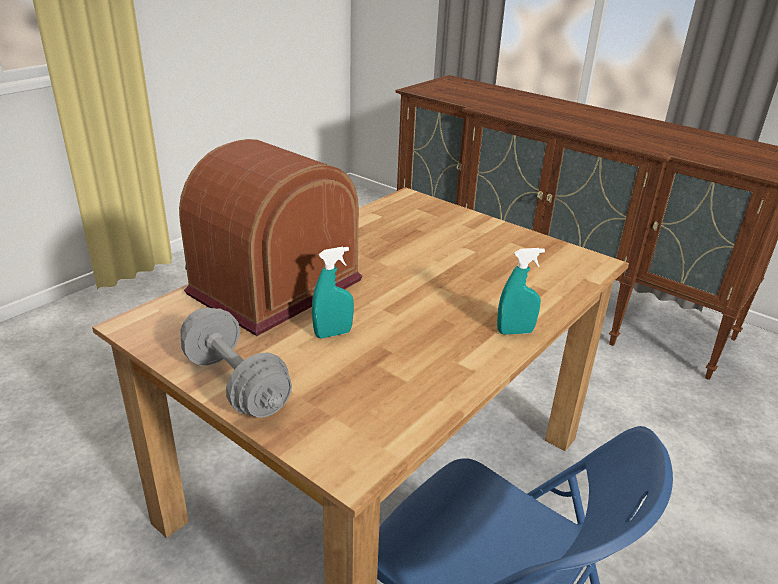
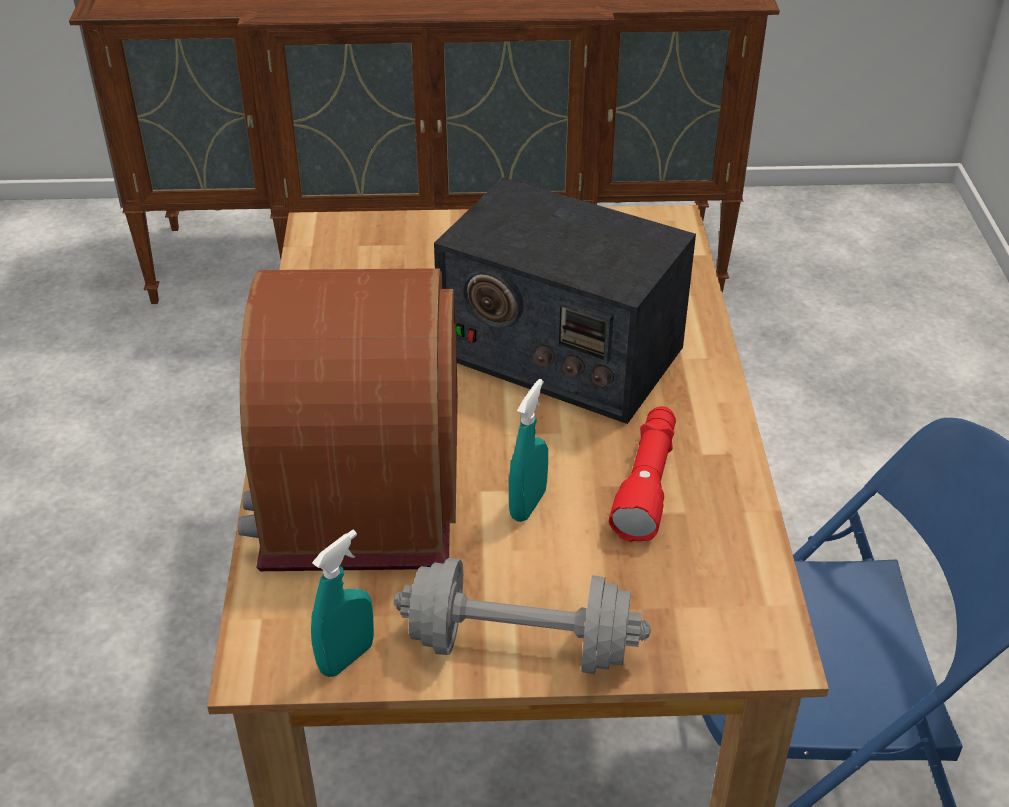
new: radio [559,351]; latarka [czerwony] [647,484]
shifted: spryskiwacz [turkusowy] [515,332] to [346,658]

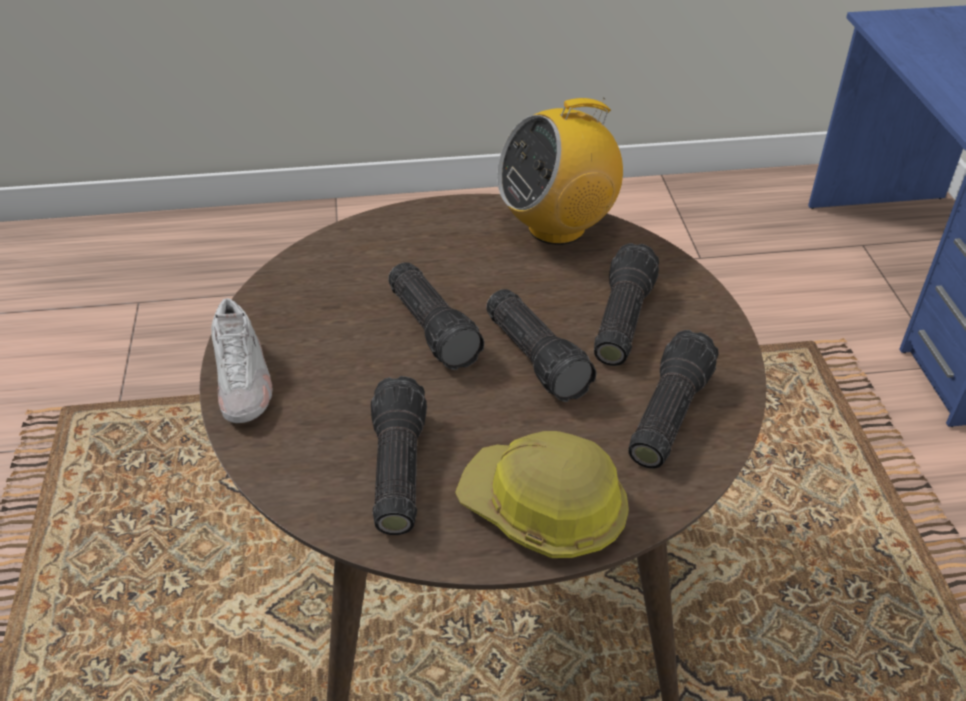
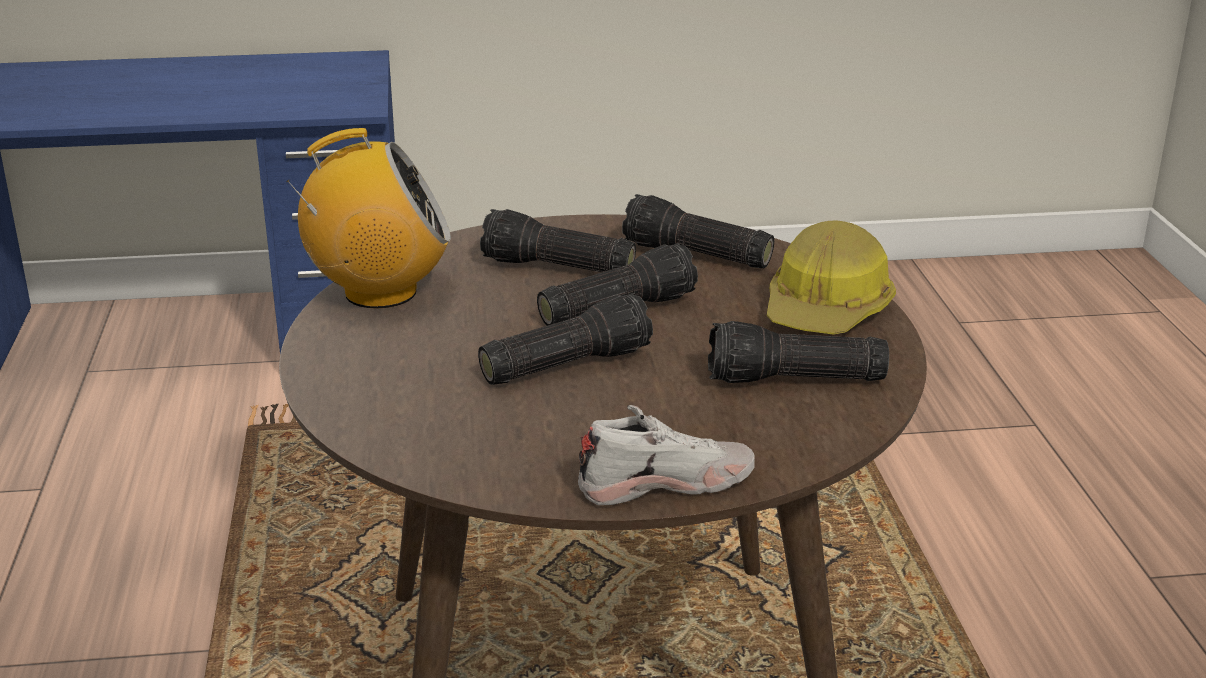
rotated: radio [557,227] = [379,293] 75 degrees counterclockwise

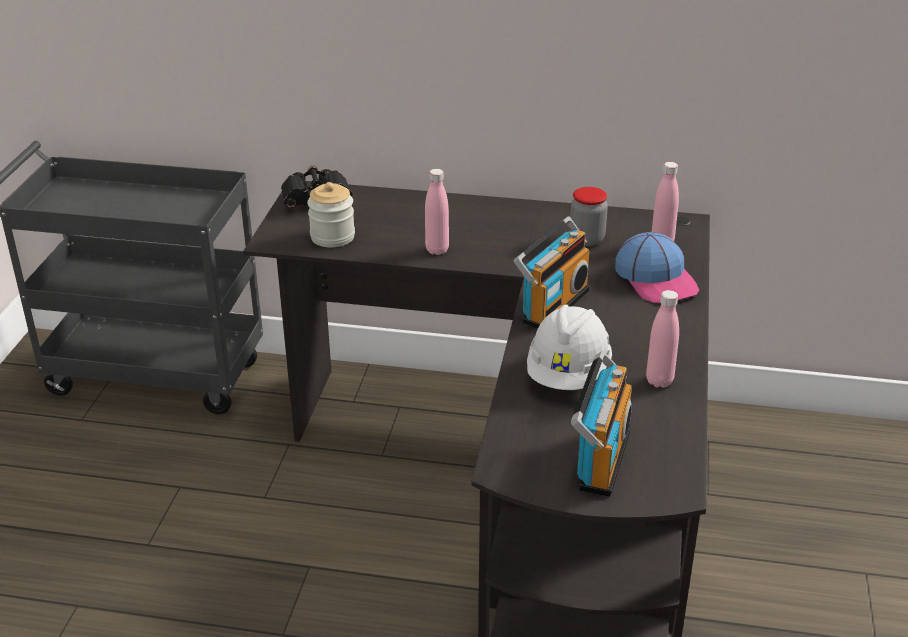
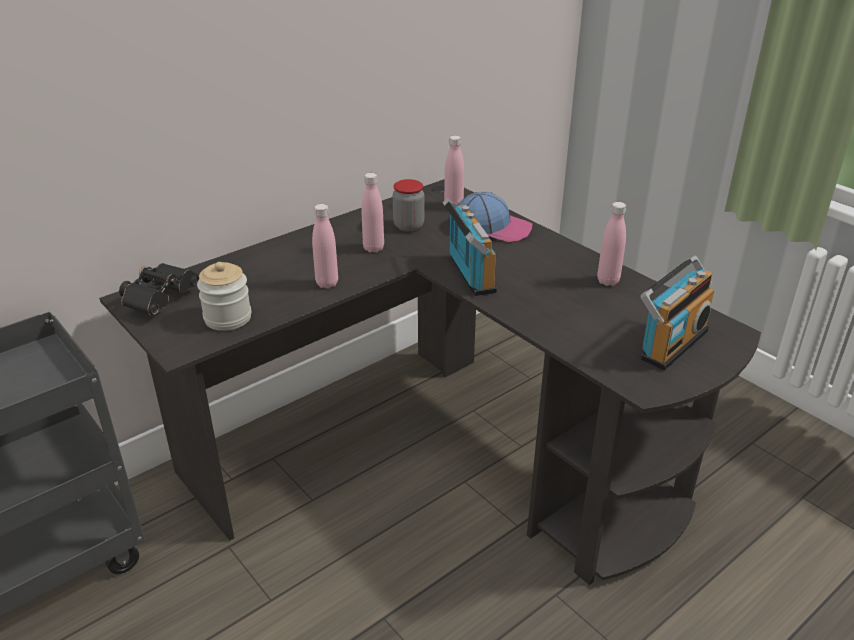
gone: kask [biały] [568,374]
new: butelka [różowy] [373,248]
rotated: radio [599,458] = [670,343] 75 degrees clockwise

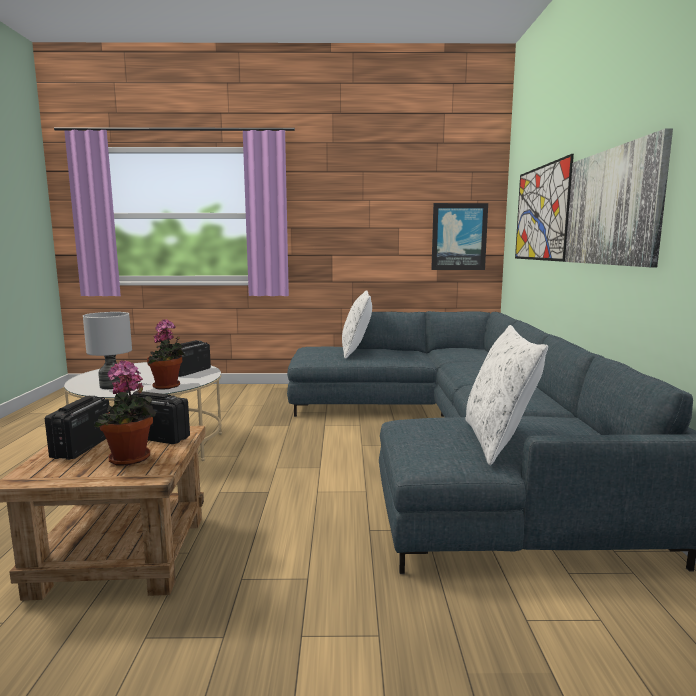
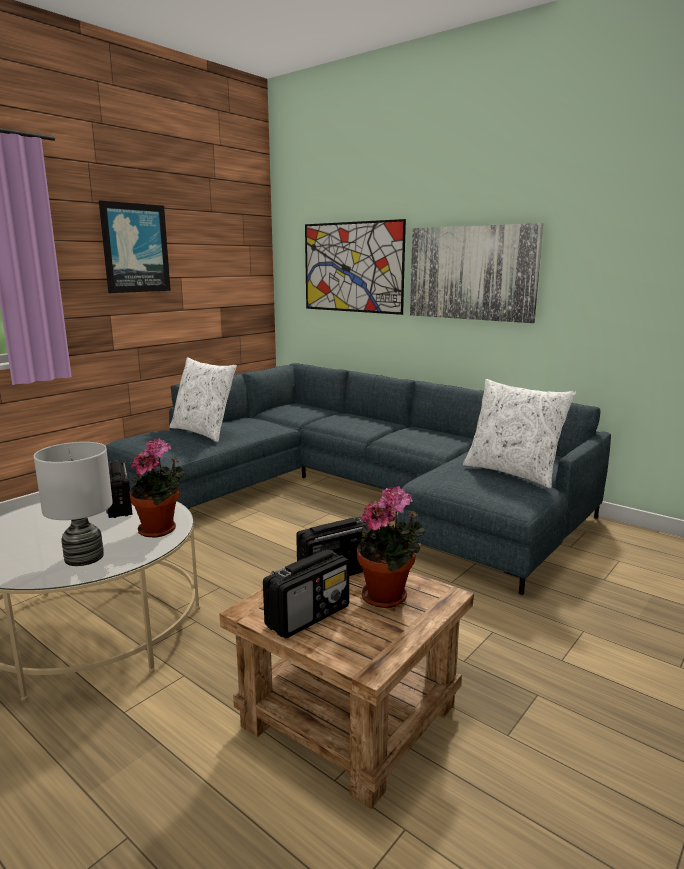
shifted: obraz [459,237] to [135,248]
rotated: radio [82,447] = [309,616] 90 degrees counterclockwise

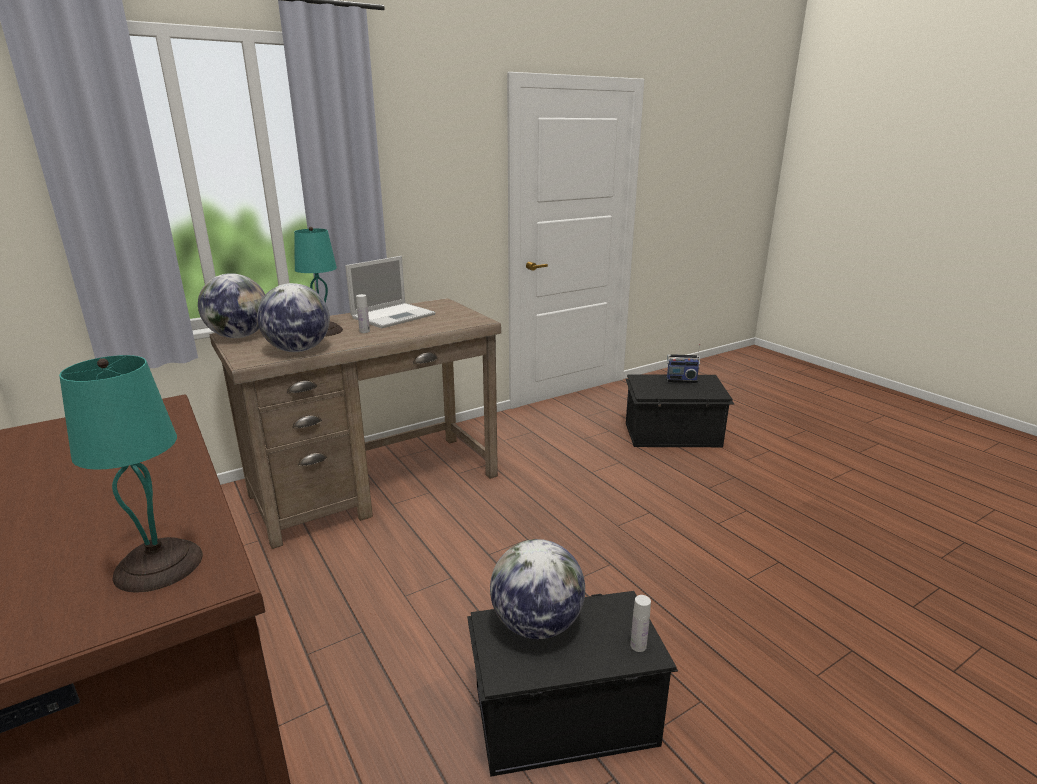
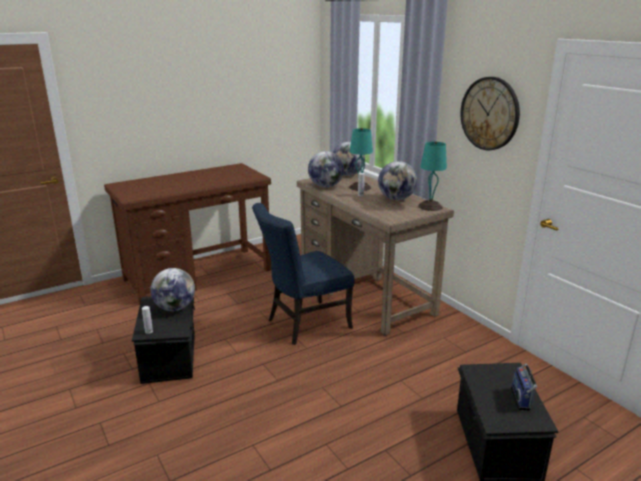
new: zegar ścienny [489,113]; krzesło [niebieski] [304,324]
shifted: lampa stołowa [turkusowy] [156,566] to [429,206]
swapped: laptop [394,316] to globus [396,199]

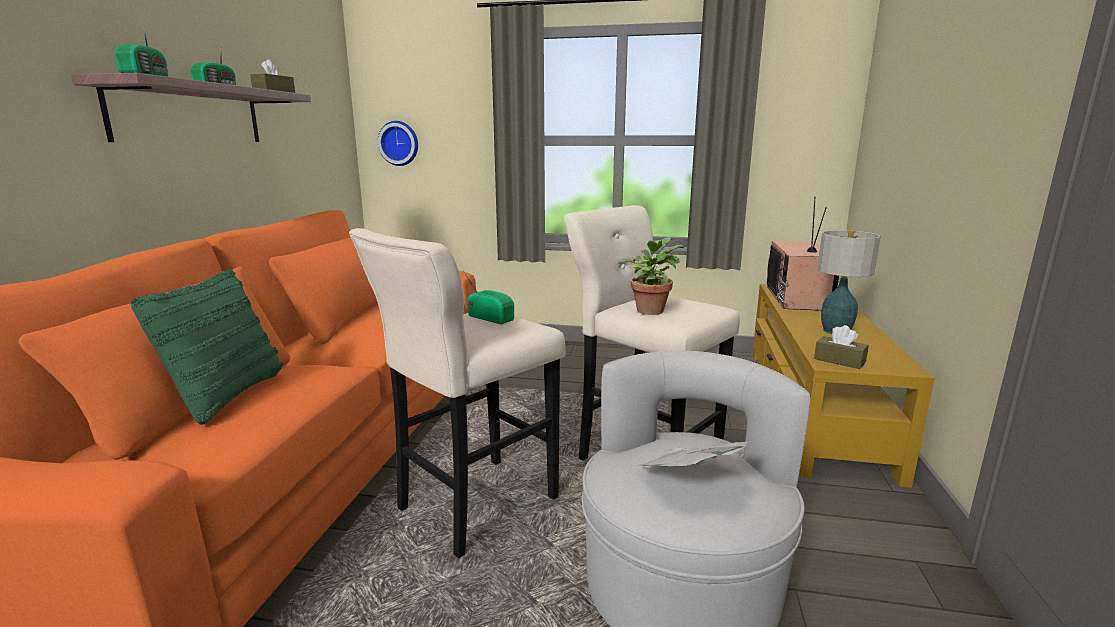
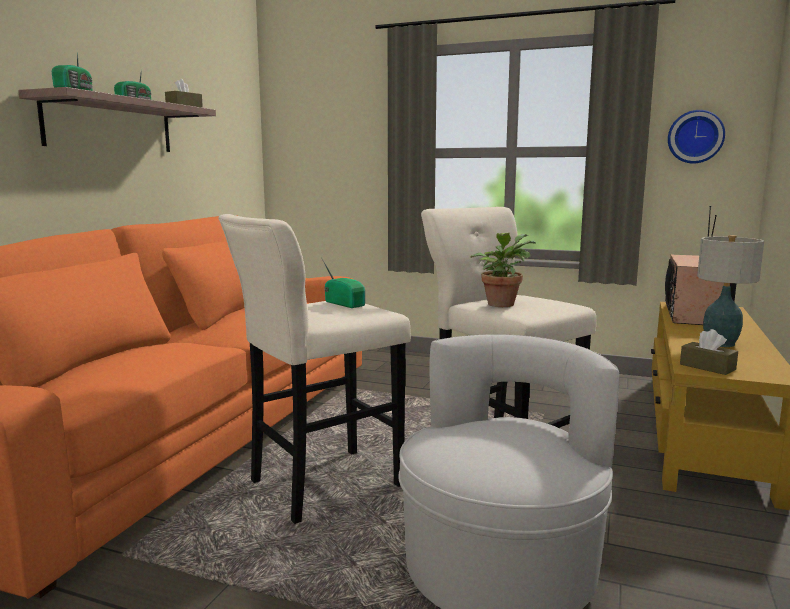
gone: poduszka [zielony] [227,396]; gazeta [692,479]
shifted: zegar ścienny [399,143] to [695,137]

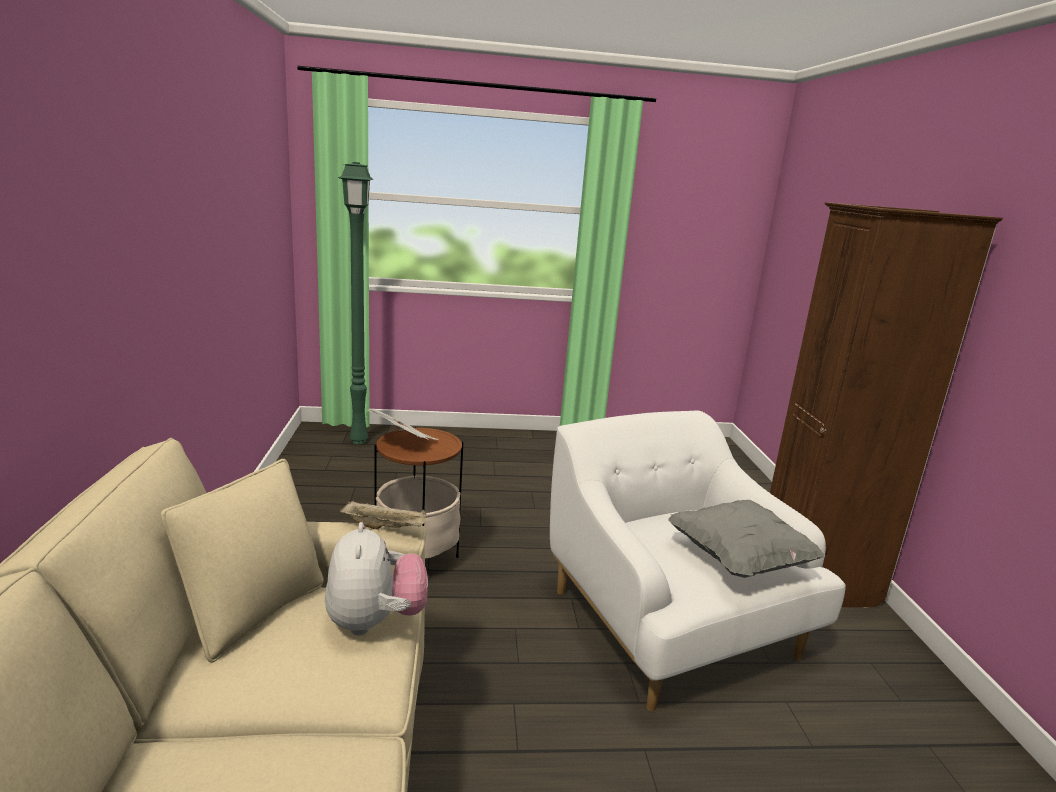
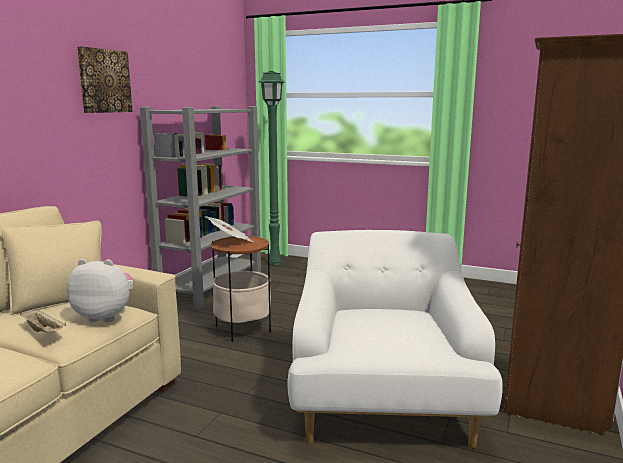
gone: poduszka [szary] [739,560]
new: obraz [104,81]; regał [szary] [211,285]
shifted: taca [beżowy] [385,527] to [44,331]
rotated: pluszak [375,622] = [105,316] 105 degrees counterclockwise

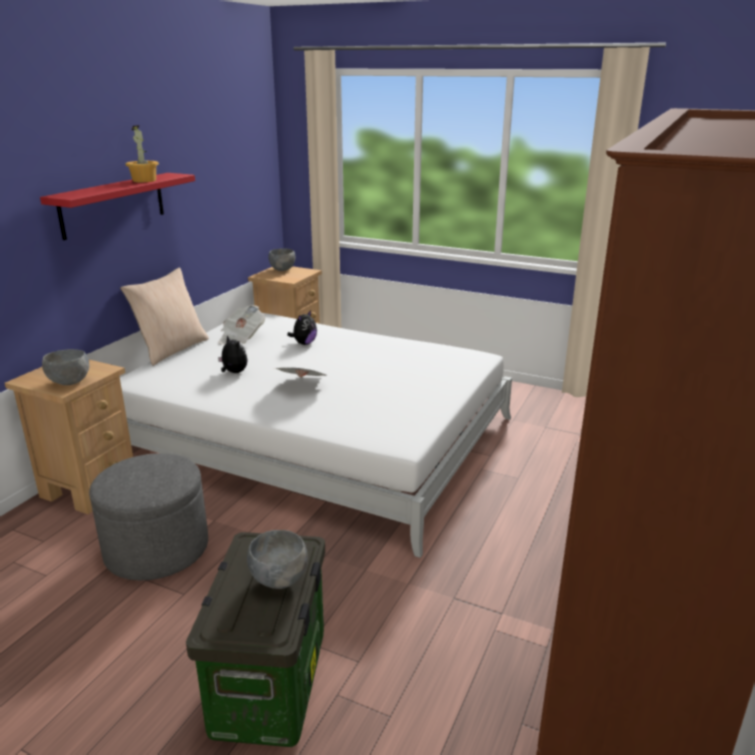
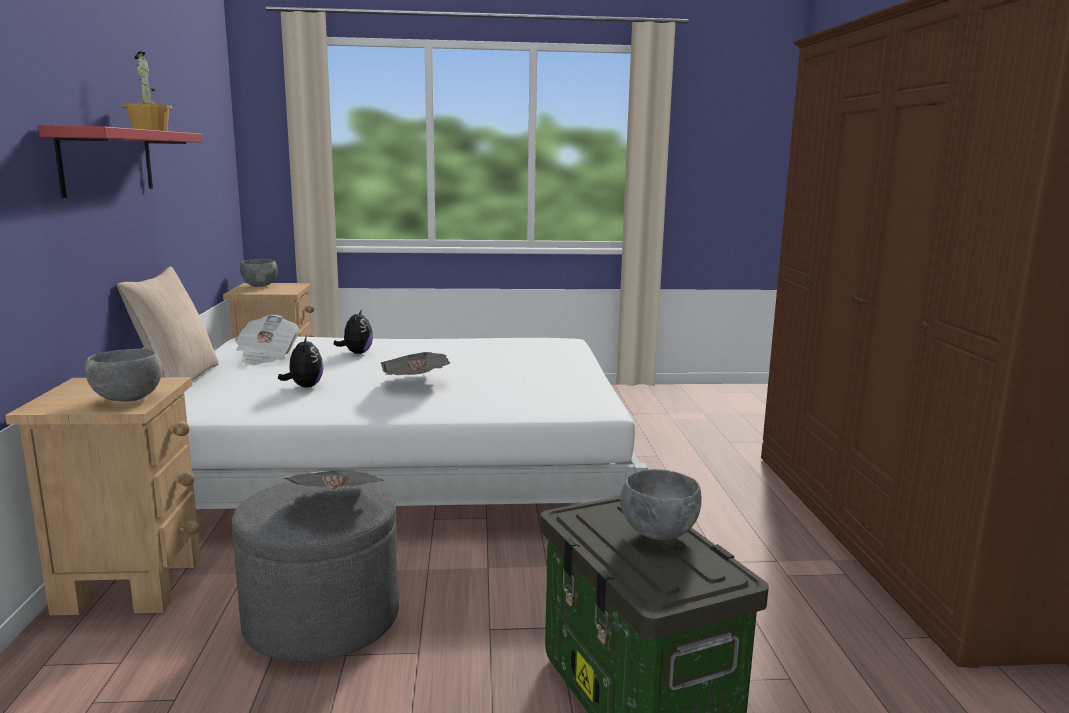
new: gazeta [335,505]
rotated: pluszak [233,372] = [304,386] 60 degrees clockwise

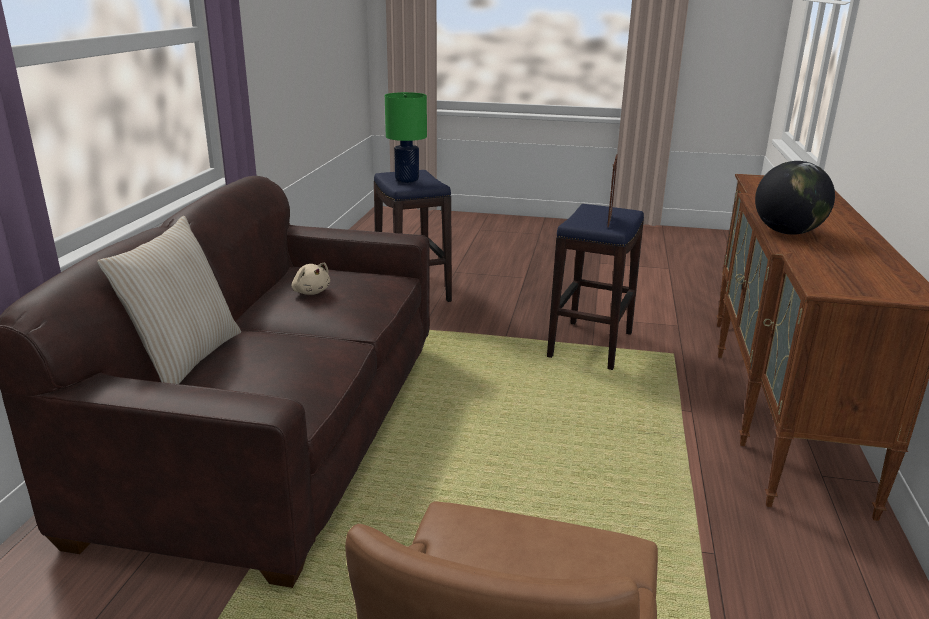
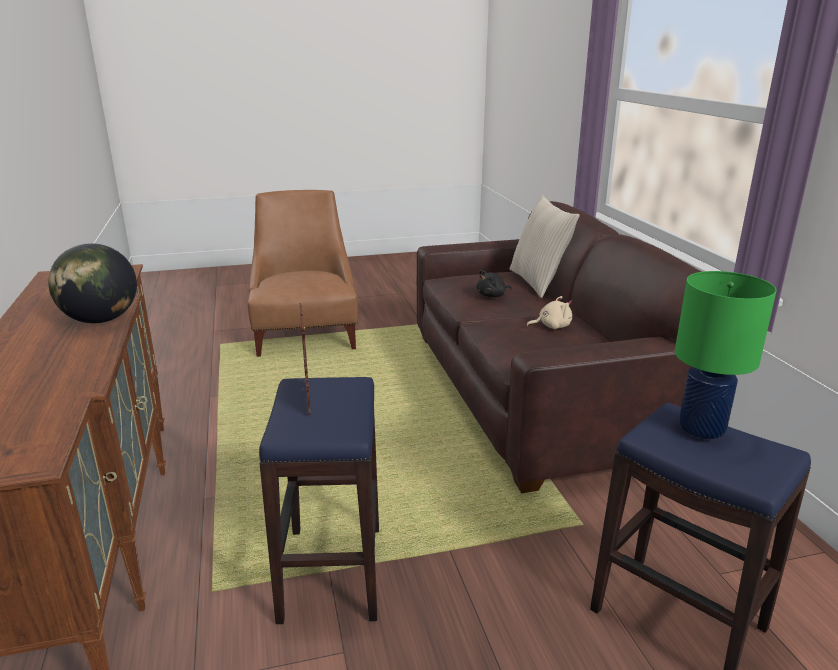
new: pluszak [czarny] [492,295]
rotated: pluszak [beżowy] [311,292] = [552,326] 150 degrees clockwise

